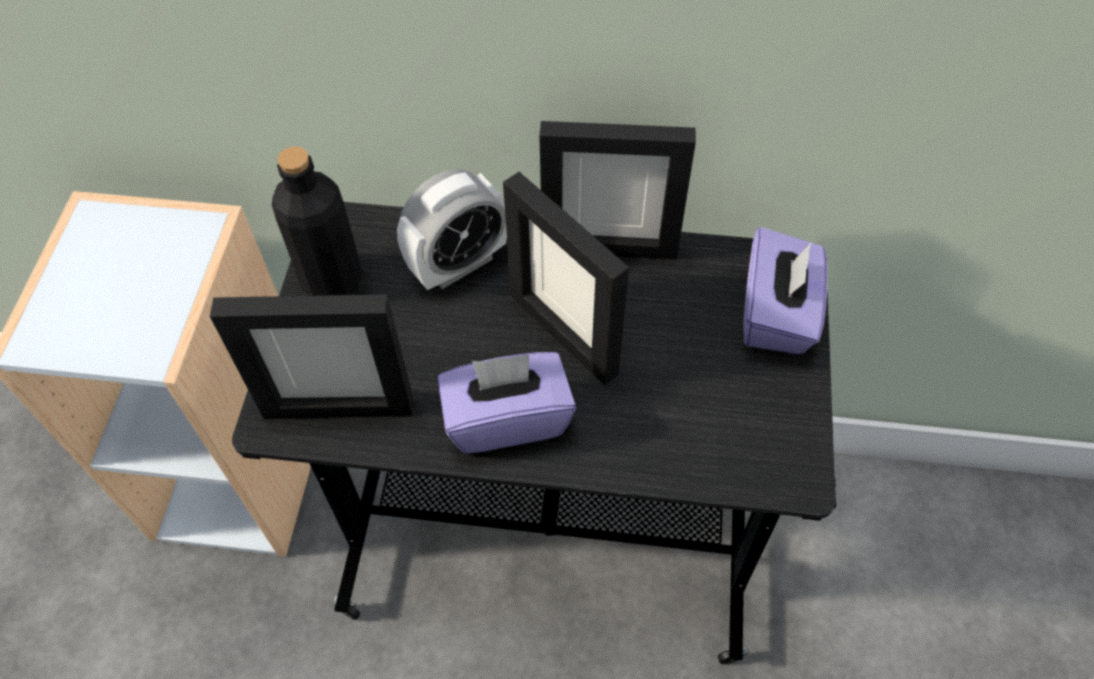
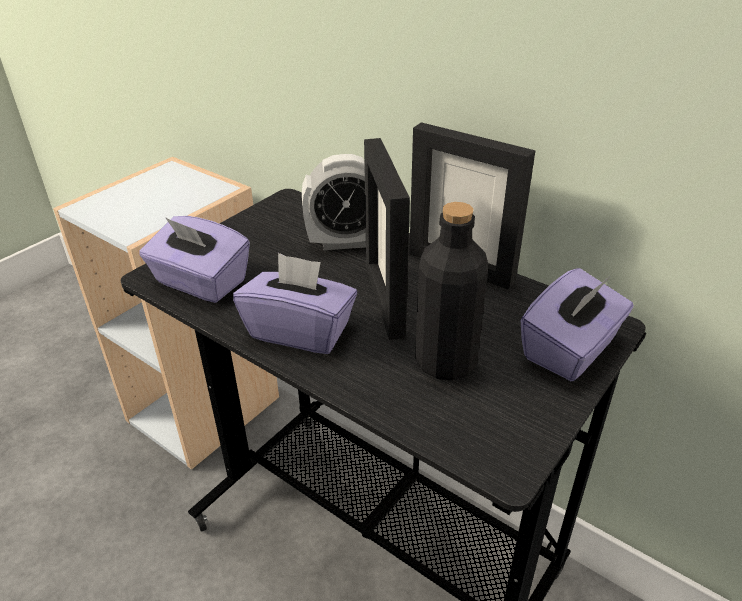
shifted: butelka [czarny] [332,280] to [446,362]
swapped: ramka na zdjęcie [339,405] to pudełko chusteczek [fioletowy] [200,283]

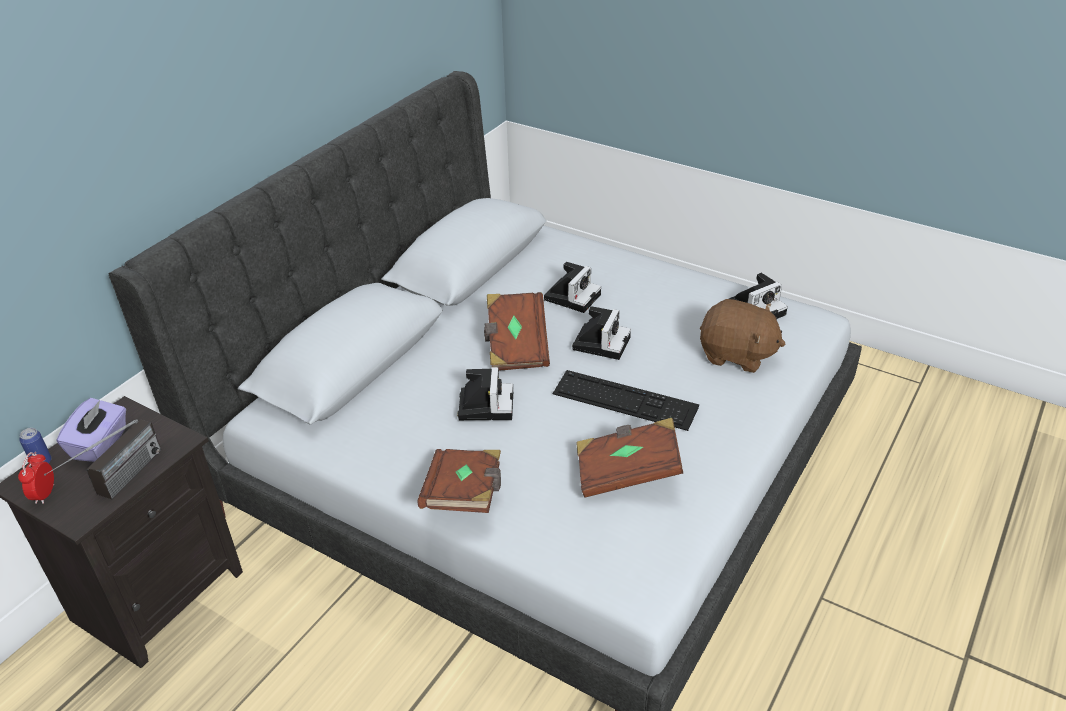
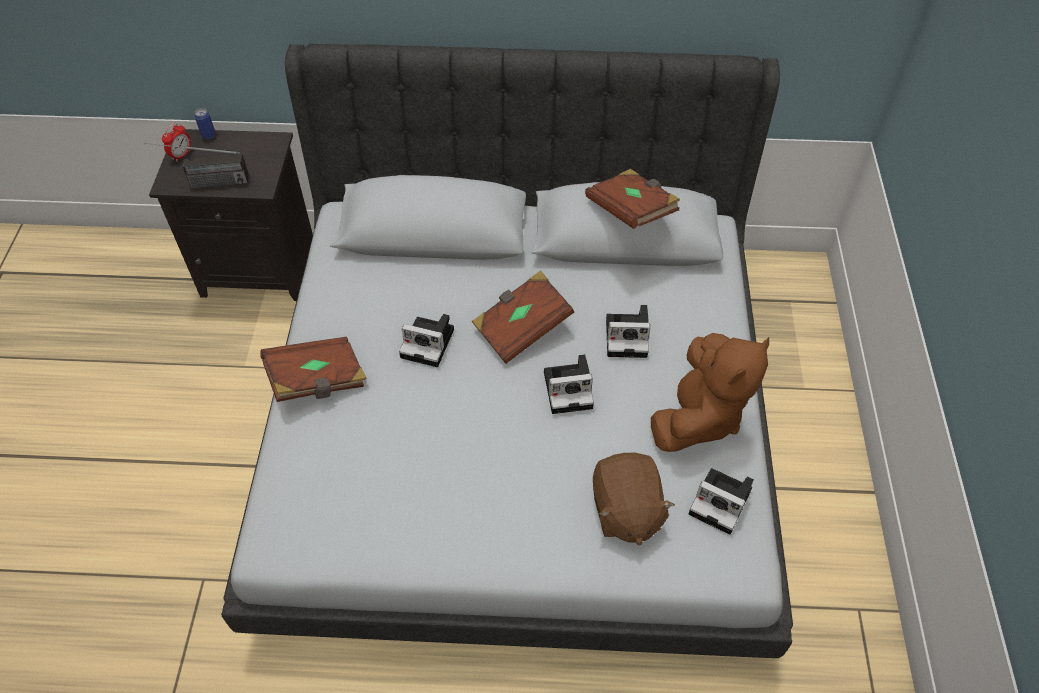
gone: klawiatura [625,400]; pudełko chusteczek [fioletowy] [101,444]
new: pluszak [brązowy] [699,416]
shifted: książka [brązowy] [627,472] to [631,211]
rotated: aparat fotograficzny [485,404] = [430,343] 45 degrees clockwise; budzik [45,494] = [181,155] 150 degrees clockwise

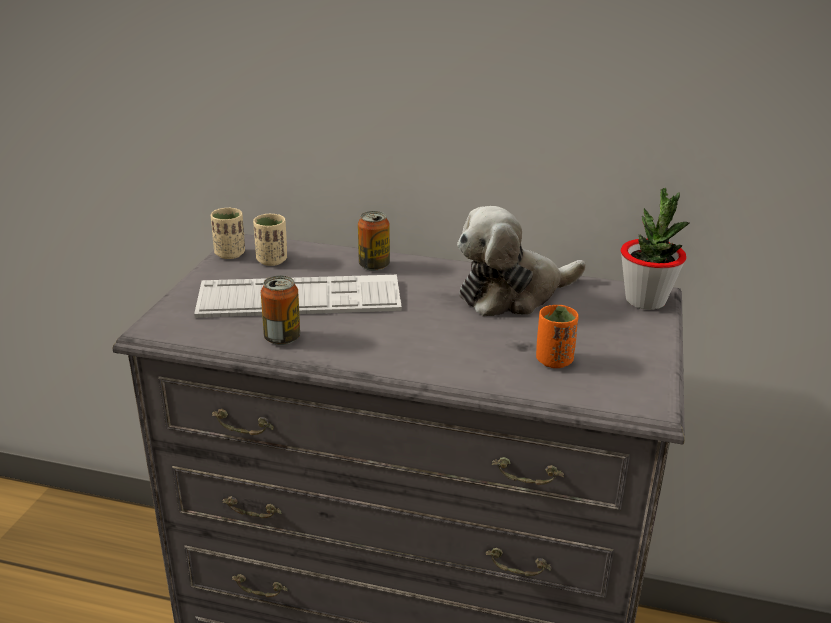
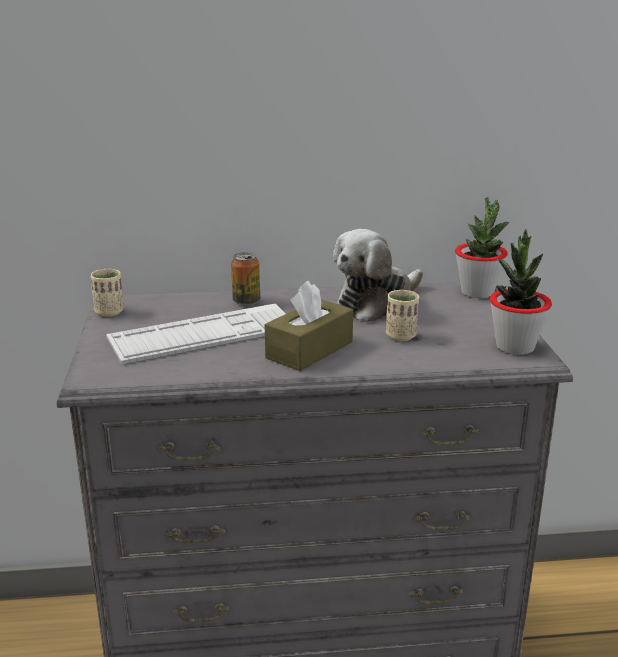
gone: puszka [282,338]; filiżanka [pomarańczowy] [554,360]
new: roślina doniczkowa [515,347]; pudełko chusteczek [brązowy] [309,350]
shifted: filiżanka [beżowy] [272,260] to [401,336]

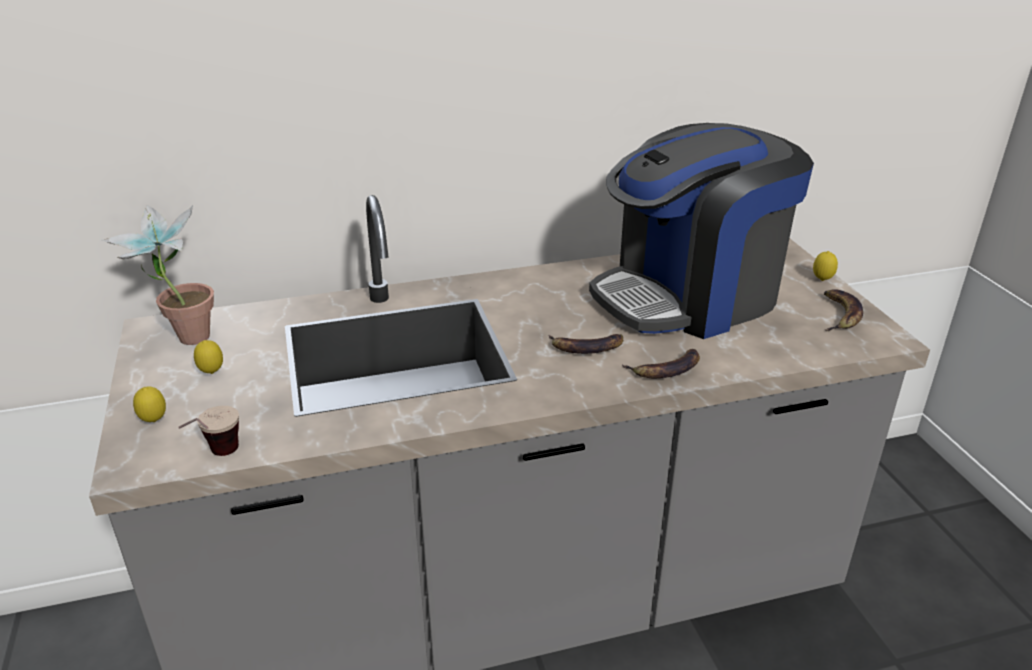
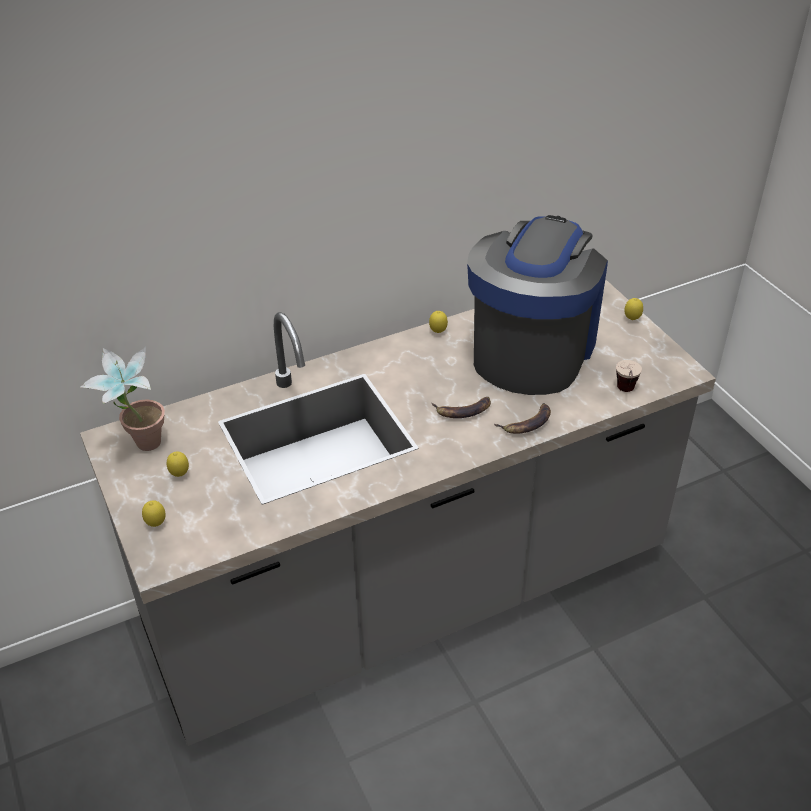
gone: banan [839,314]
new: cytryna [438,332]
shifted: filiżanka [215,458] to [625,393]
rotated: ekspres do kawy [690,296] = [532,349] 150 degrees clockwise

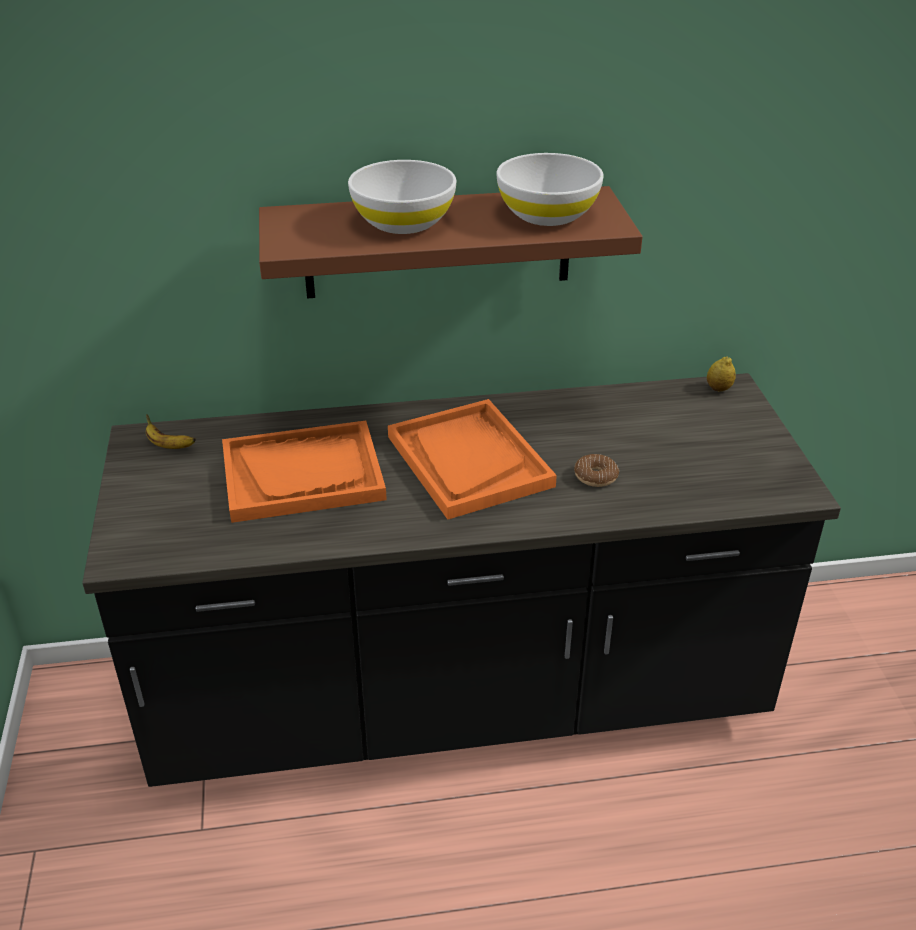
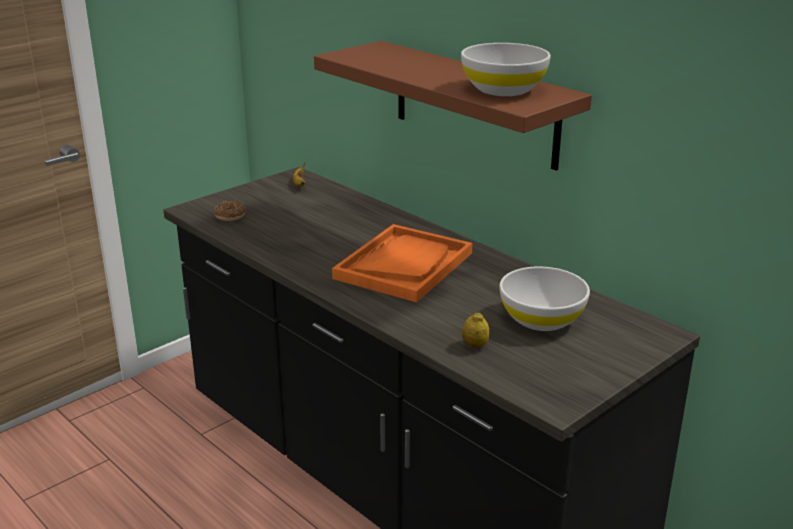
gone: taca [pomarańczowy] [303,474]
shifted: miska [biały] [403,222] to [541,319]; cytryna [718,389] to [475,345]; donut [595,476] to [229,216]

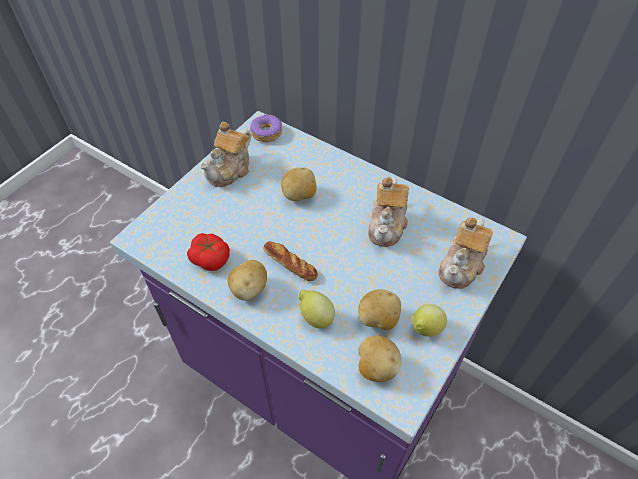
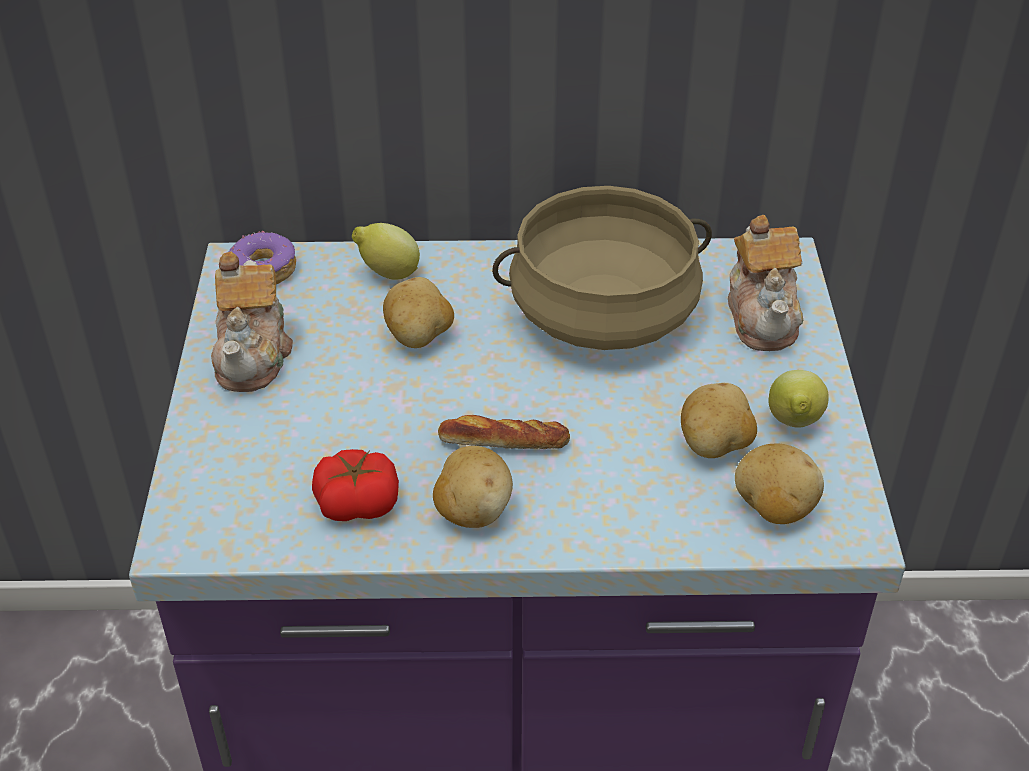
shifted: cytryna [315,317] to [388,274]
swapped: imbryk [387,225] to garnek [beżowy] [603,313]

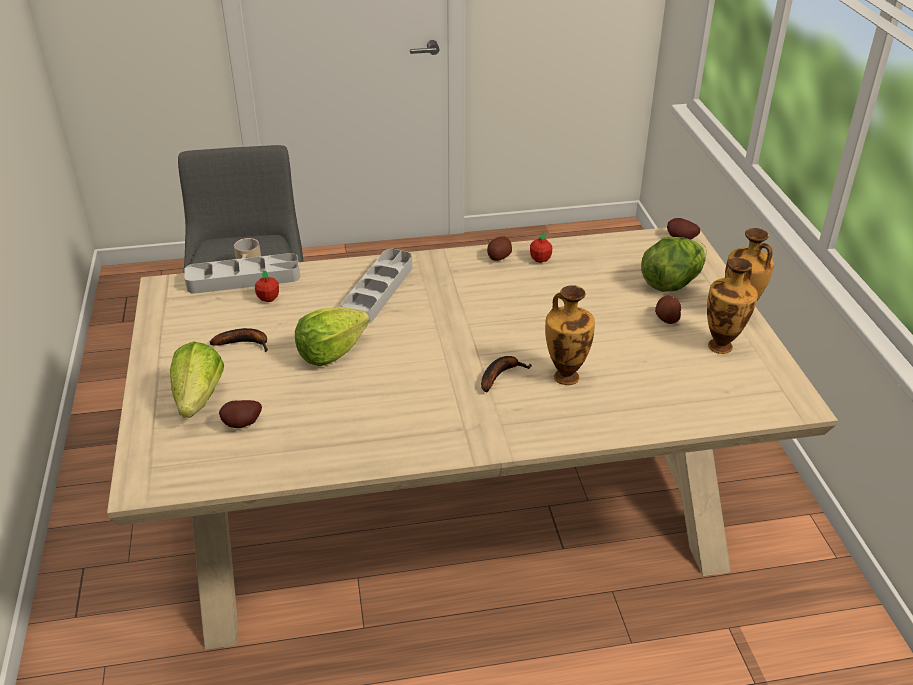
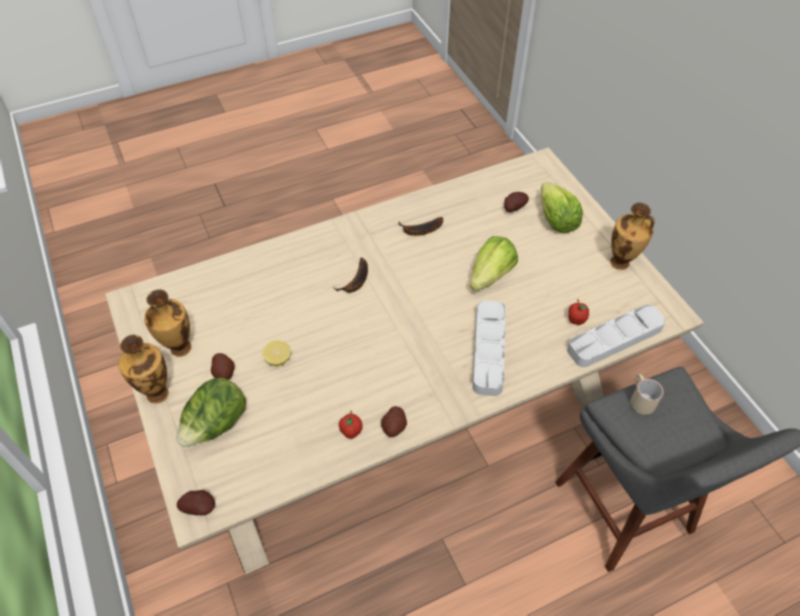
new: cytryna [278,359]
shifted: wazon [565,376] to [621,263]; banan [245,343] to [420,230]

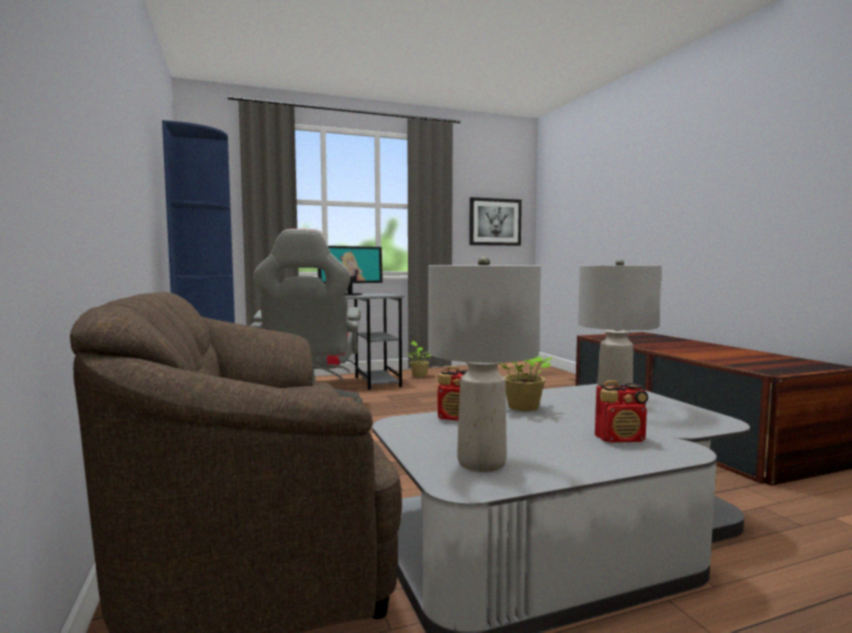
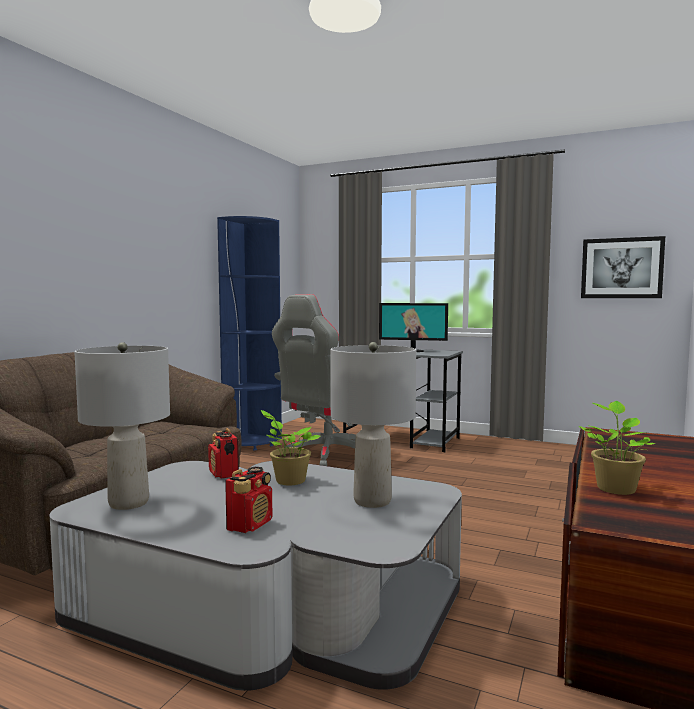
shifted: roślina doniczkowa [418,375] to [615,488]
rotated: radio [620,439] = [250,524] 105 degrees counterclockwise

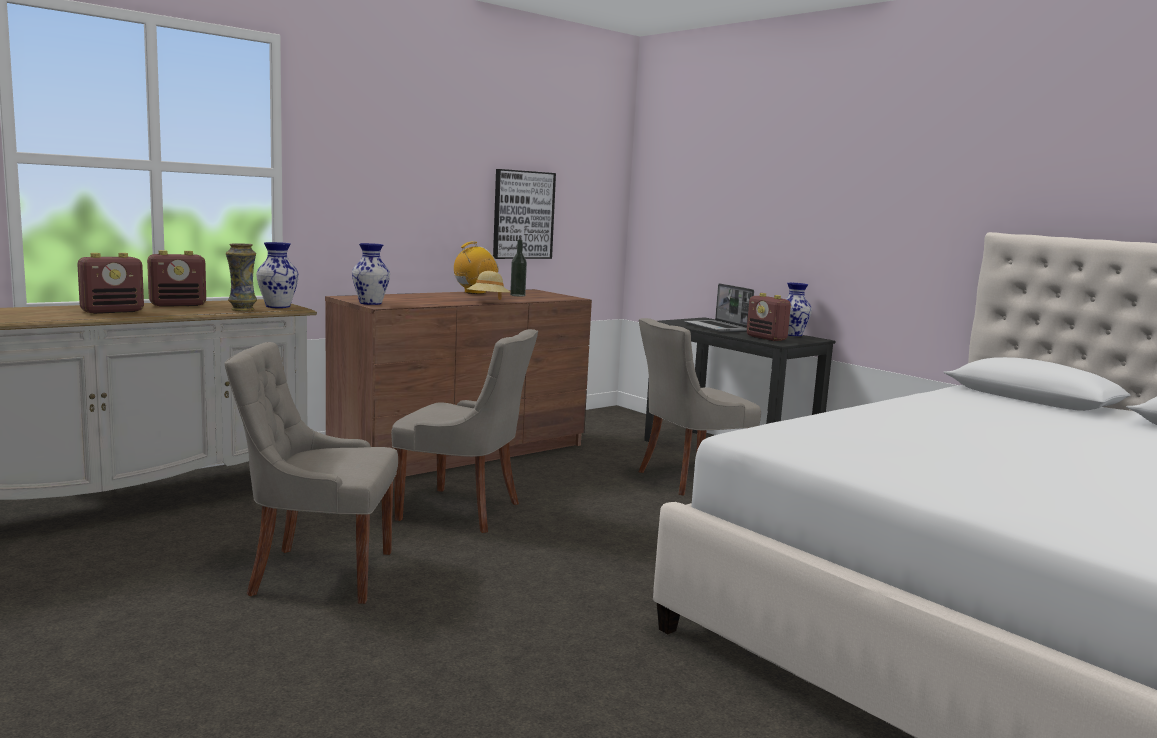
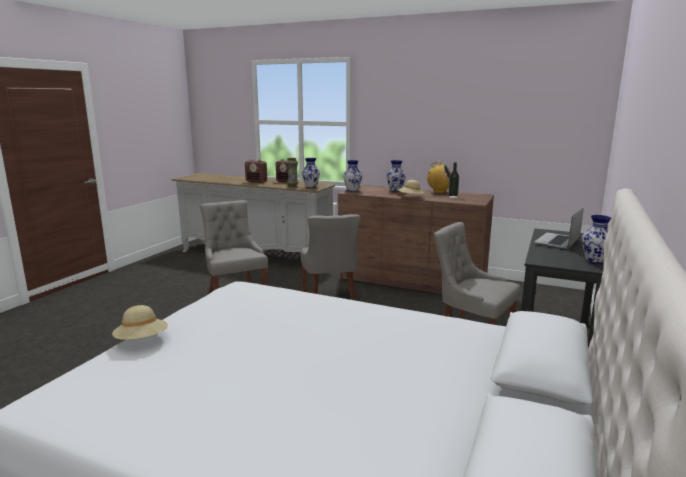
gone: obraz [523,215]; radio [766,338]
new: wazon [395,190]; kapelusz [beżowy] [142,341]

